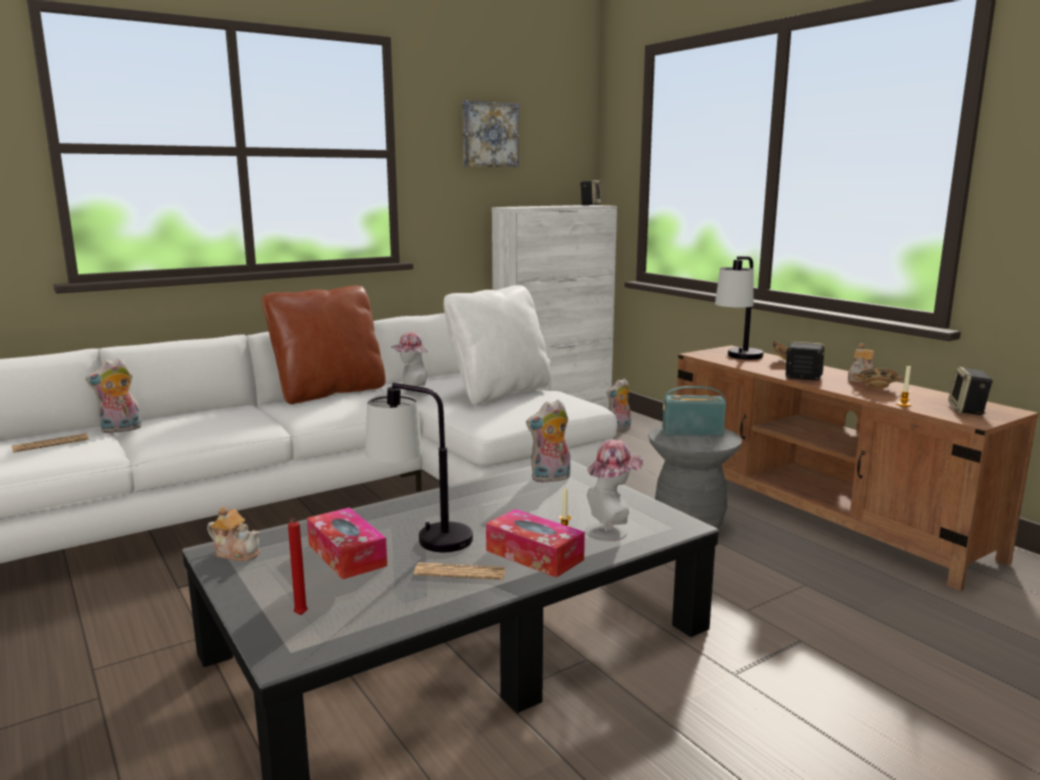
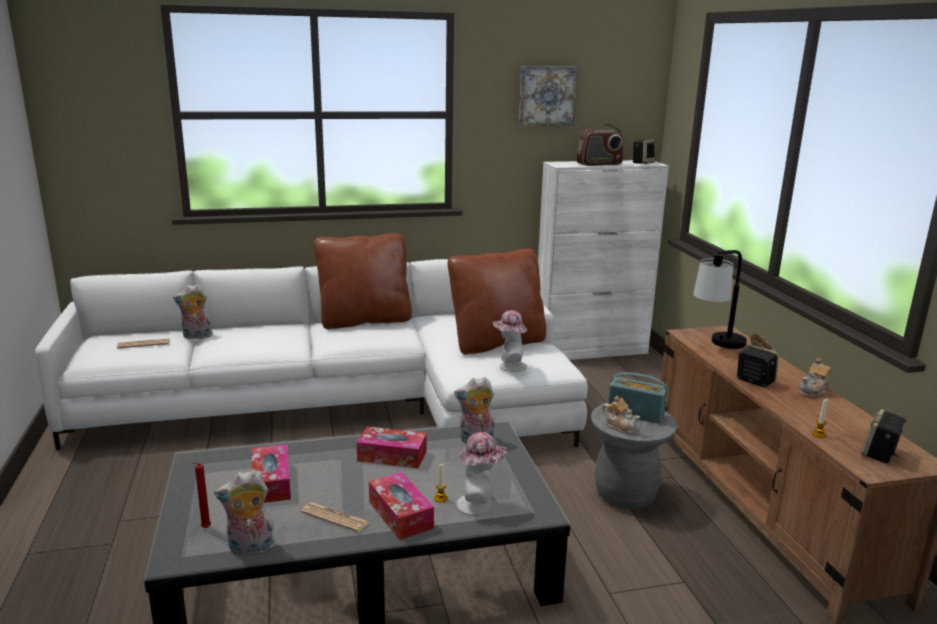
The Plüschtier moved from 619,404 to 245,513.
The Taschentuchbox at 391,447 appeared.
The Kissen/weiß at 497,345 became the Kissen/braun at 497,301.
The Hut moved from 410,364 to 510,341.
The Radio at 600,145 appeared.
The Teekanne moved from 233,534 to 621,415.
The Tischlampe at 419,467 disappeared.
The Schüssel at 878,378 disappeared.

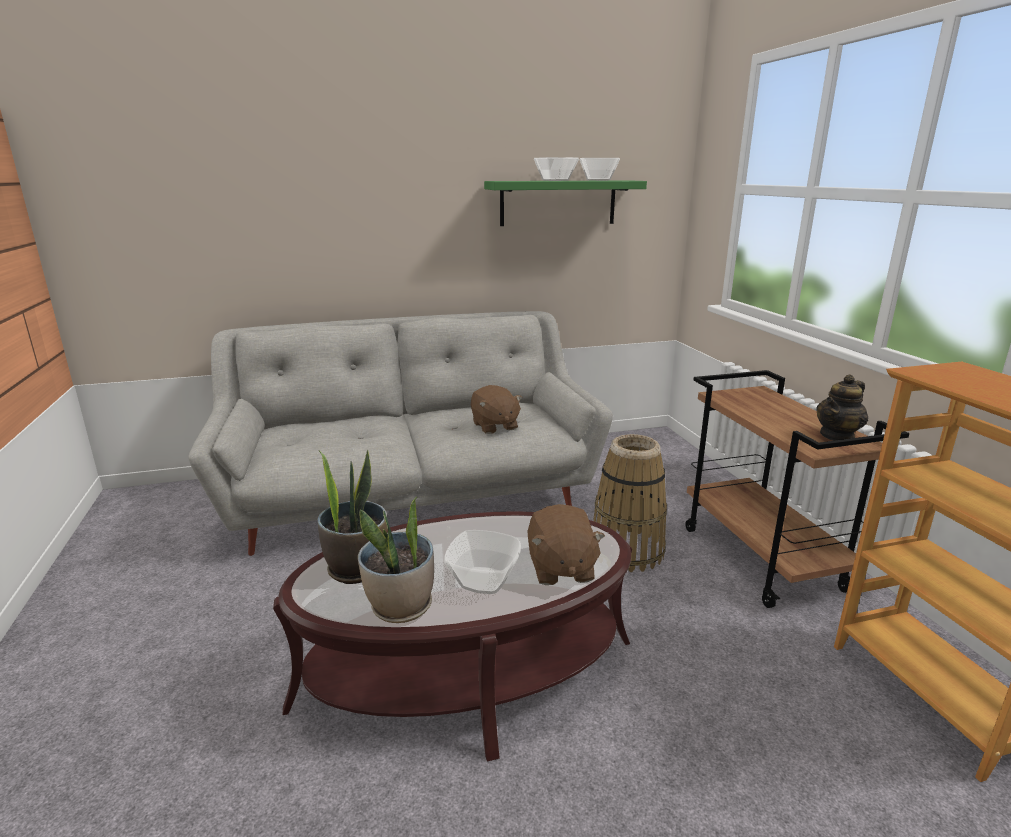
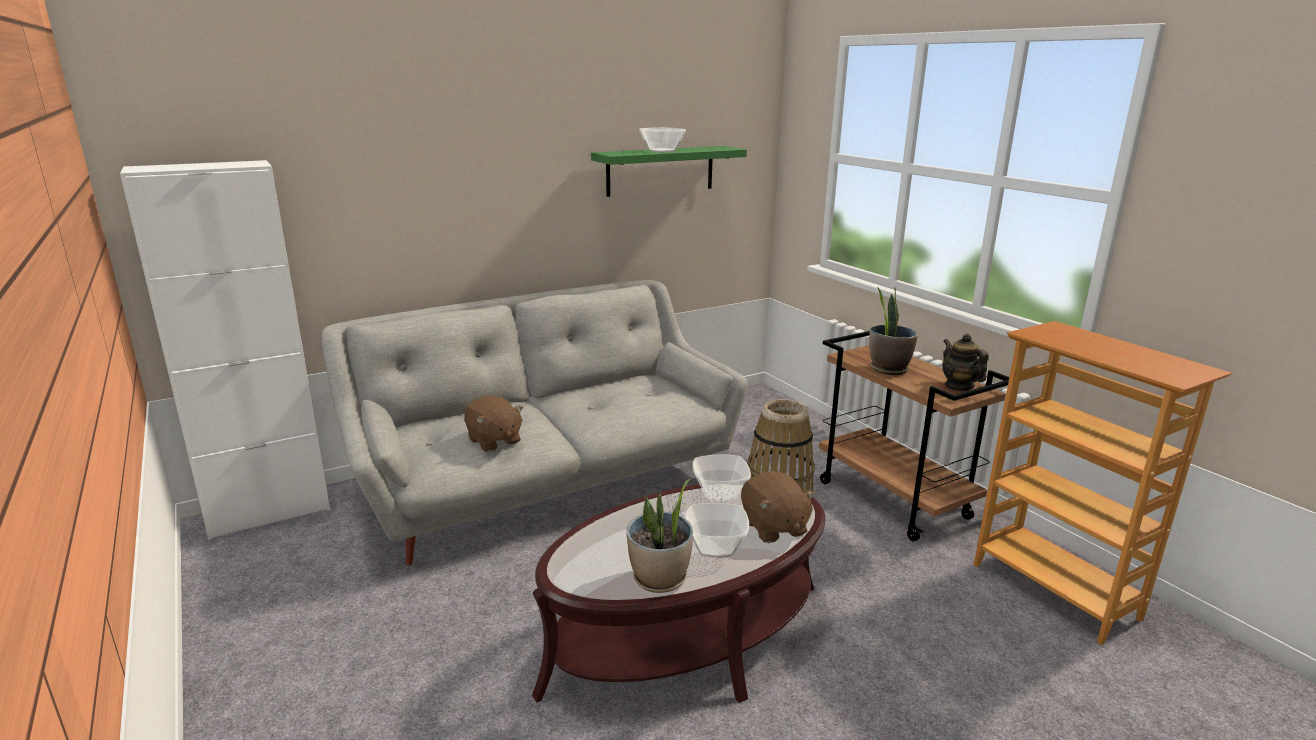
The Schrank/weiß at 225,350 appeared.
The Plüschtier/braun moved from 497,409 to 494,424.
The Schüssel moved from 600,169 to 722,477.
The Topfpflanze moved from 352,517 to 893,331.
The Teekanne at 842,407 turned 120 degrees clockwise.

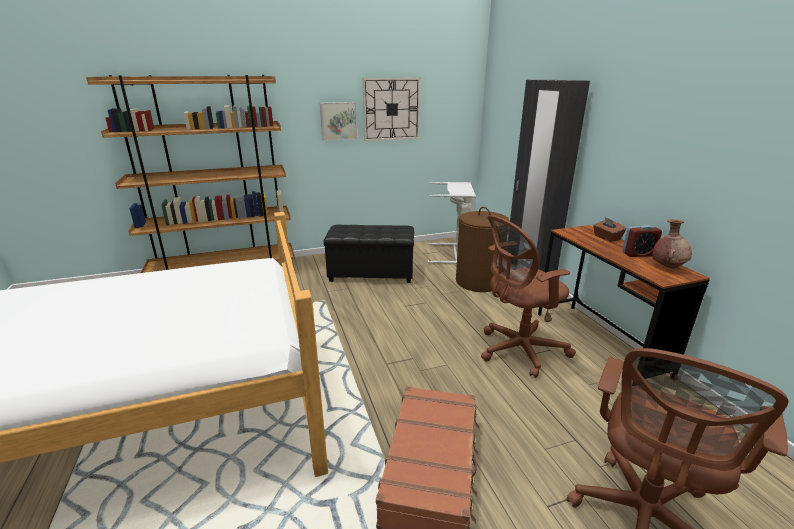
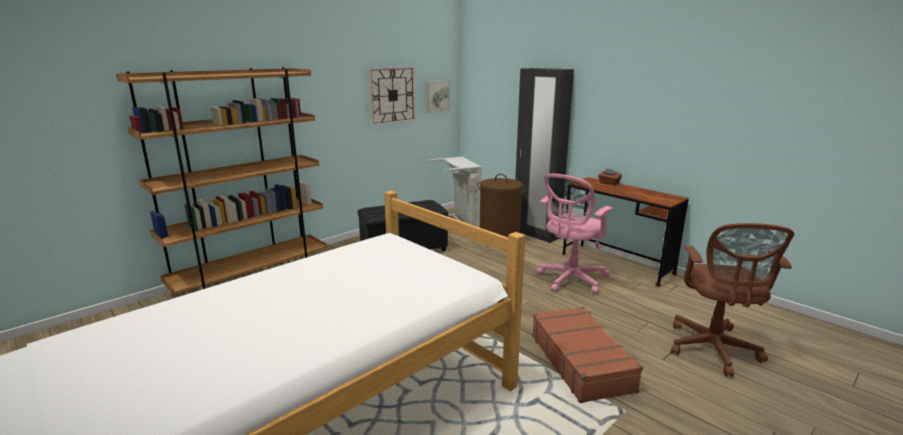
The Bild moved from 338,121 to 437,97.
The Bürostuhl/braun at 528,296 became the Bürostuhl/rosa at 574,234.
The Wecker at 642,241 disappeared.
The Vase/braun at 672,243 disappeared.

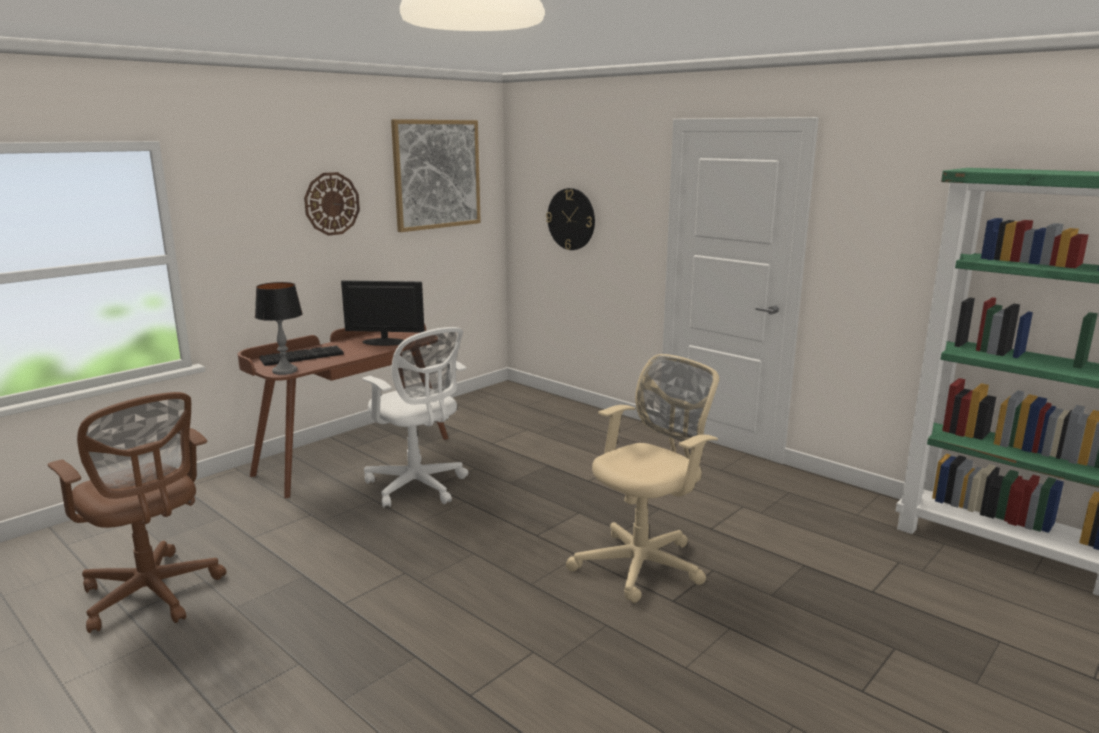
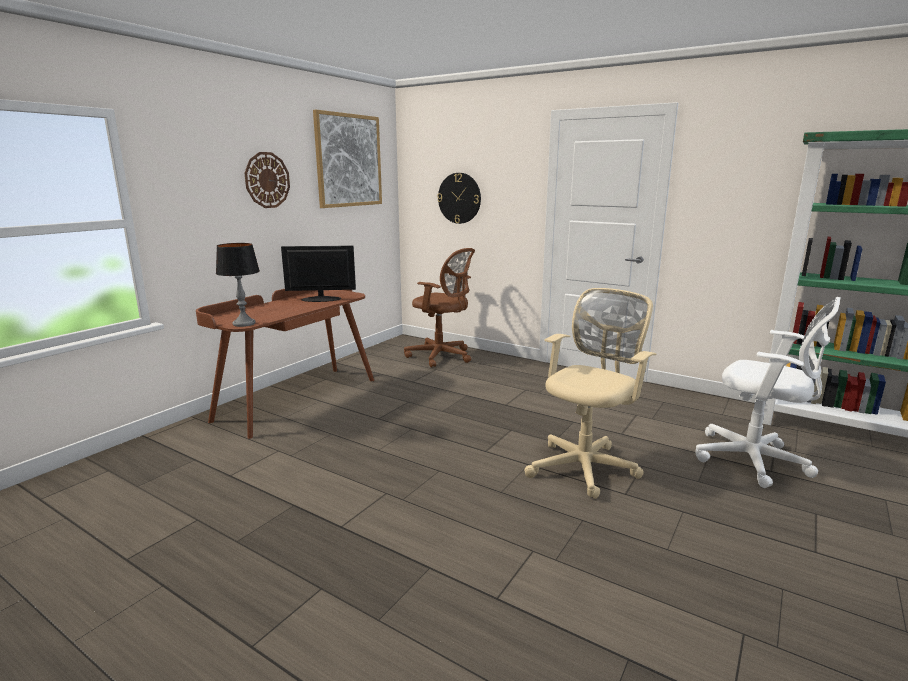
The Bürostuhl/braun moved from 137,512 to 439,308.
The Bürostuhl/weiß moved from 415,417 to 768,392.
The Tastatur at 301,356 disappeared.

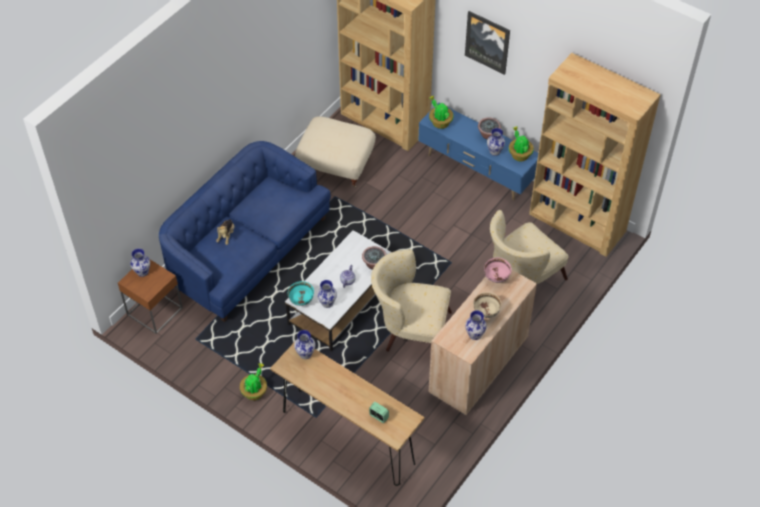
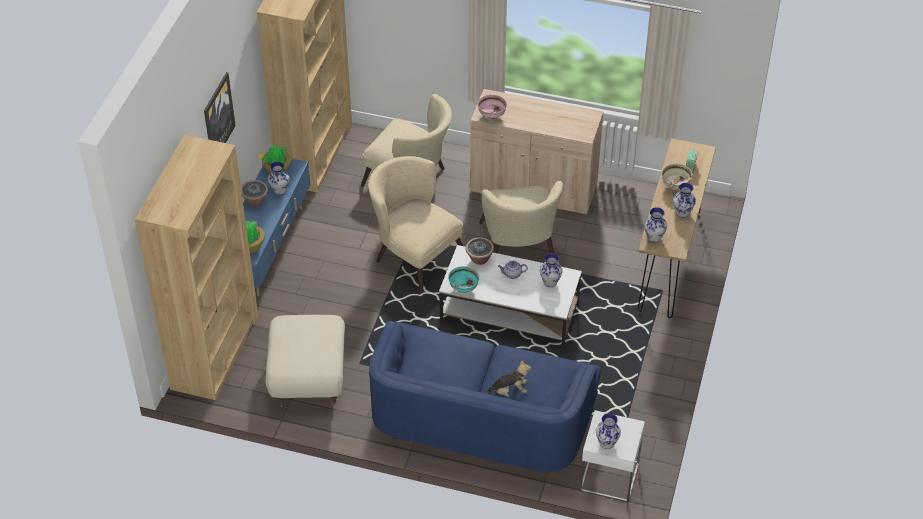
The Sessel/beige at 415,224 appeared.
The Schüssel/türkis moved from 301,293 to 463,280.
The Beistelltisch/braun at 150,297 became the Beistelltisch/weiß at 612,456.
The Schüssel/beige moved from 487,305 to 677,177.
The Vase moved from 476,325 to 684,200.
The Topfpflanze at 253,381 disappeared.

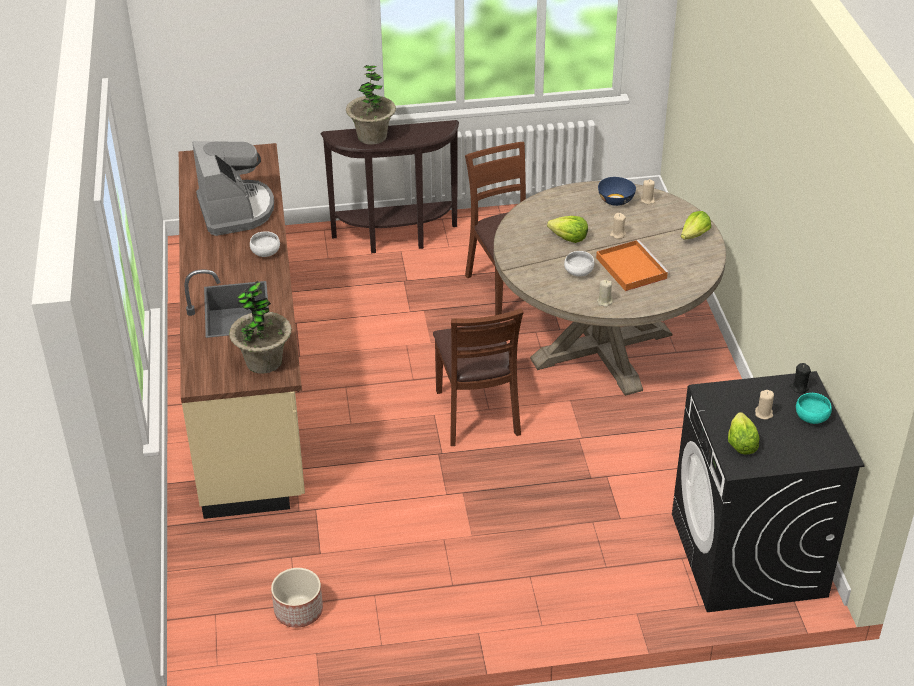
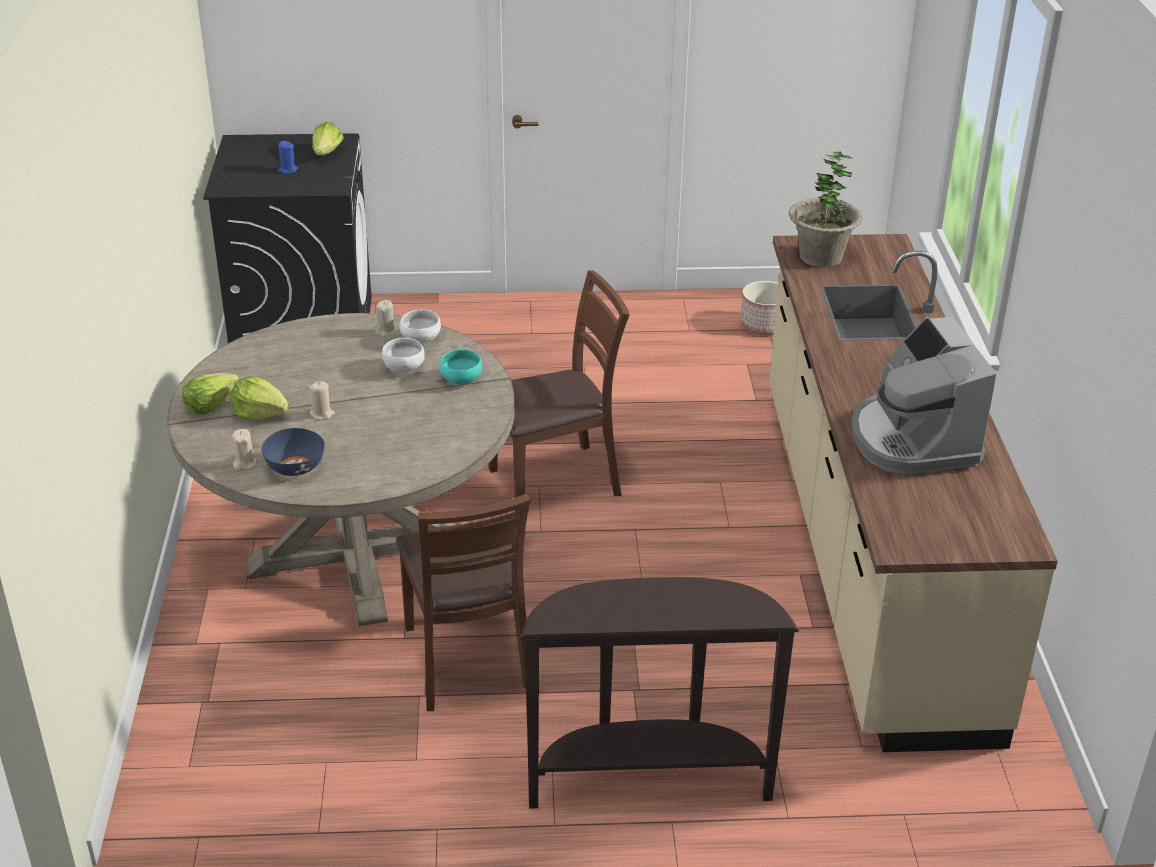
The Salatkopf moved from 567,229 to 259,398.
The Kerze/beige at 764,404 became the Kerze/blau at 288,157.
The Schüssel/weiß moved from 265,244 to 420,326.
The Schüssel/türkis moved from 814,408 to 460,366.
The Stuhl/braun at 478,377 turned 75 degrees clockwise.
The Topfpflanze at 371,105 disappeared.
The Tablett/orange at 632,265 disappeared.
The Kerze/schwarz at 800,378 disappeared.

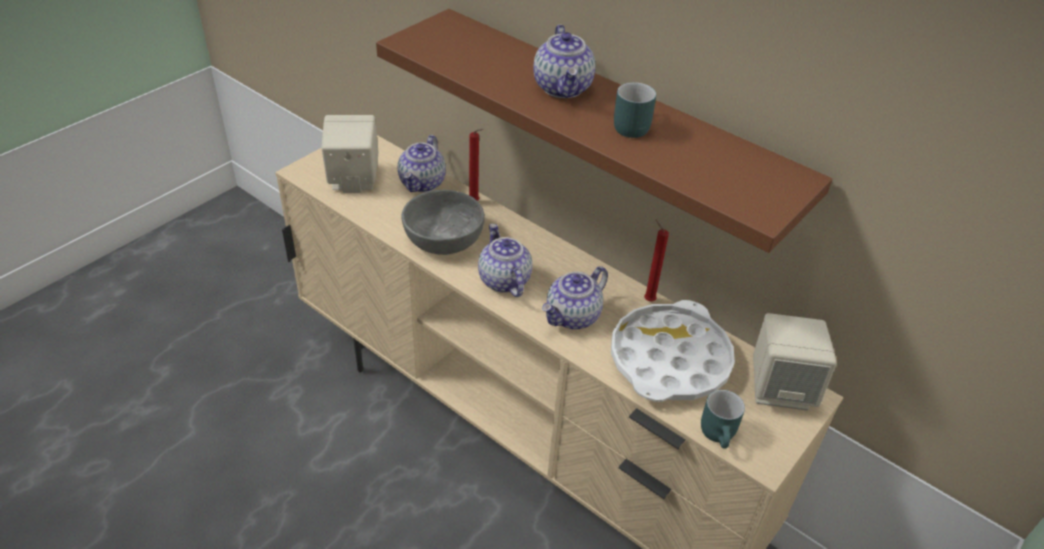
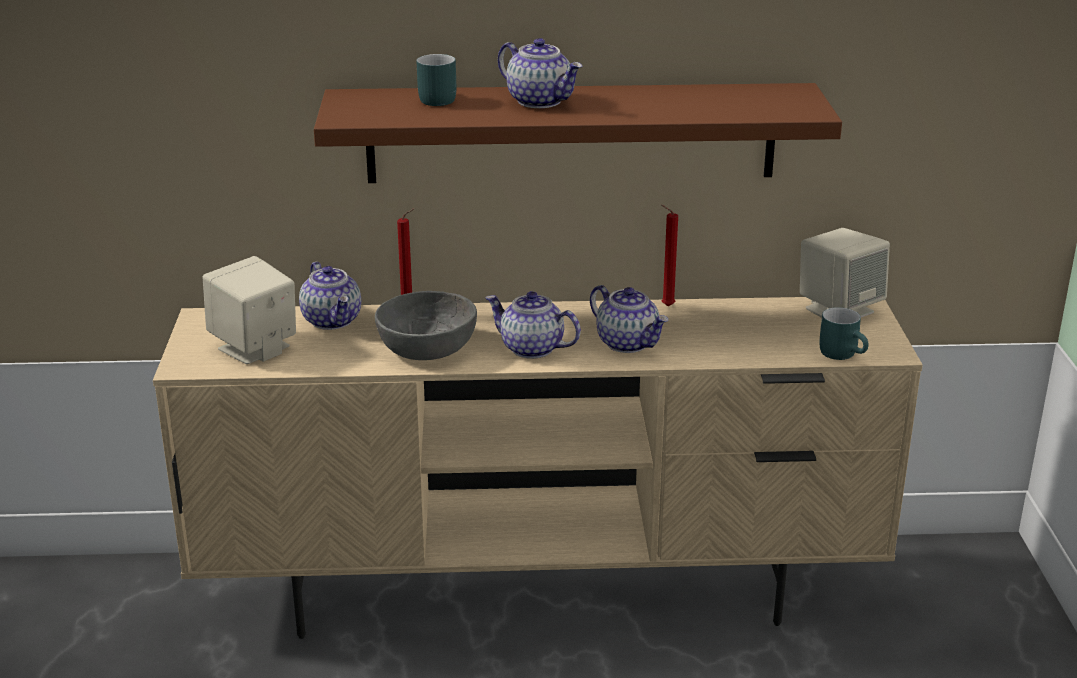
The Henkelbecher/türkis moved from 635,110 to 436,80.
The Teekanne at 575,297 turned 45 degrees counterclockwise.
The Tablett/weiß at 673,351 disappeared.

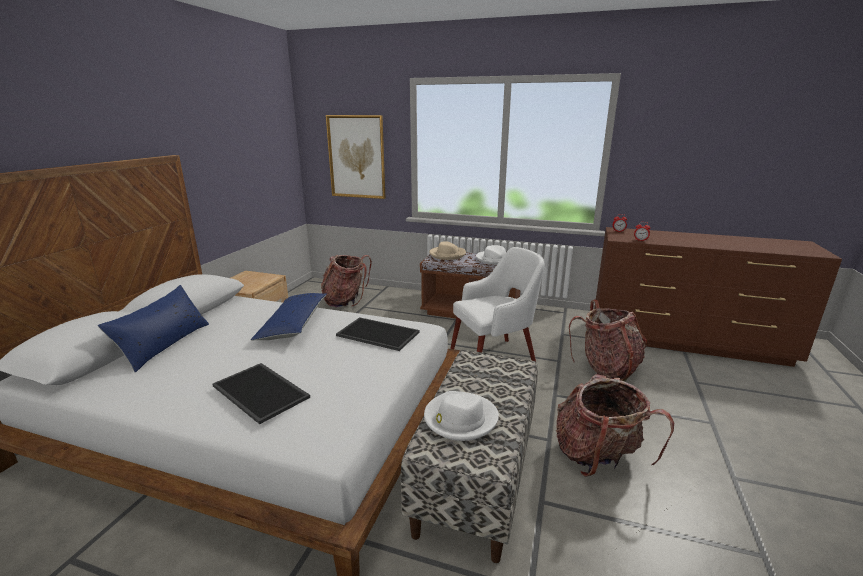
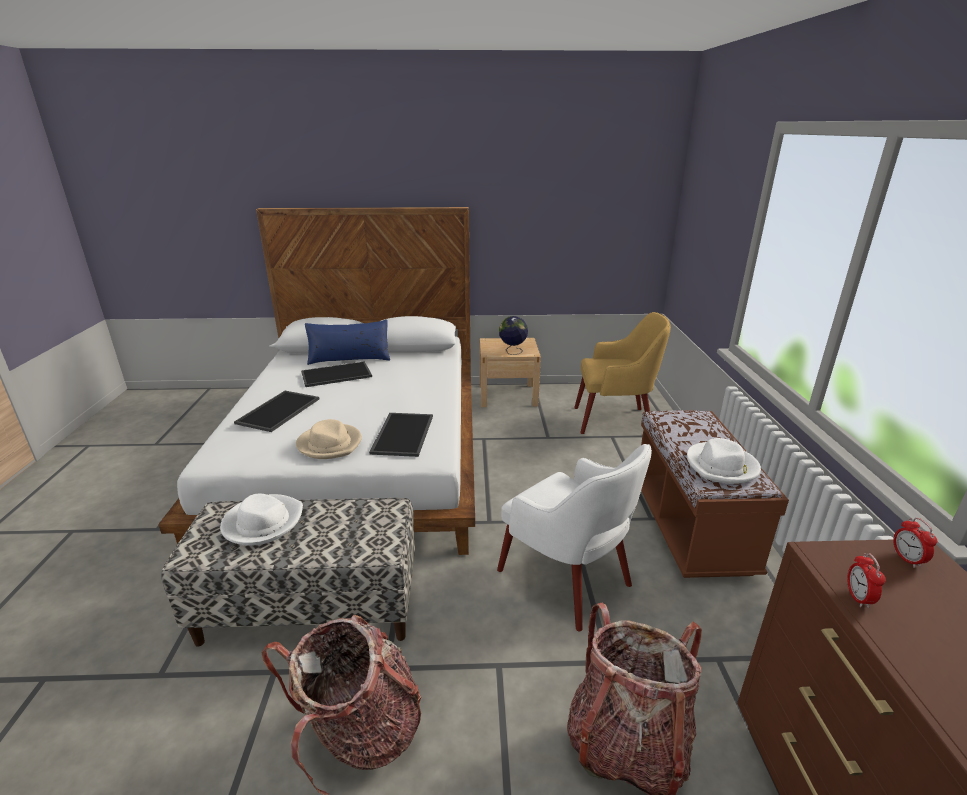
The Hut/beige moved from 447,250 to 329,439.
The Tablett at 336,374 appeared.
The Globus at 513,335 appeared.
The Rucksack at 346,281 was replaced by the Sessel/gelb at 622,373.
The Kissen/blau at 289,316 disappeared.
The Bild at 355,157 disappeared.

